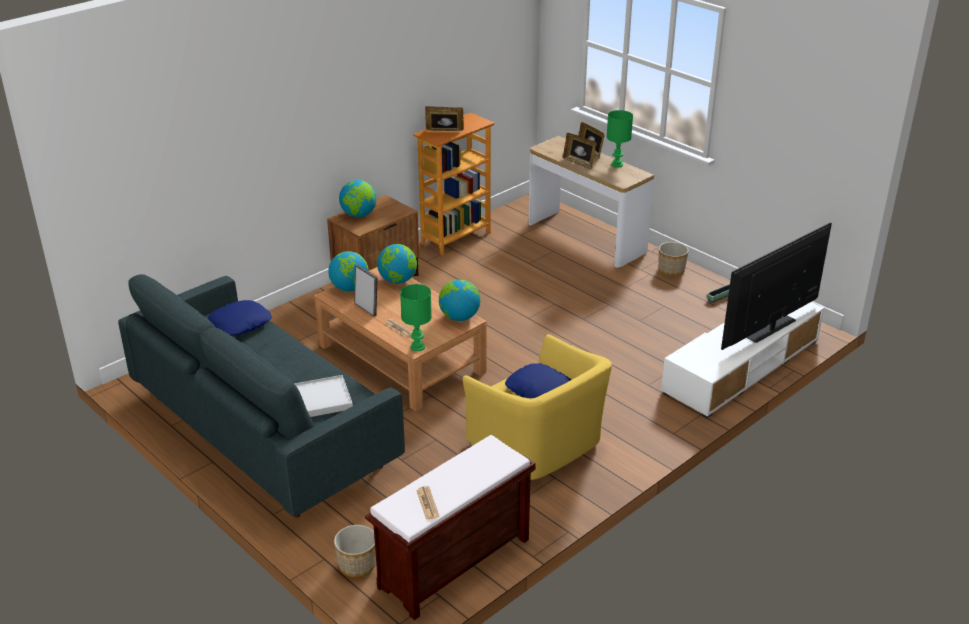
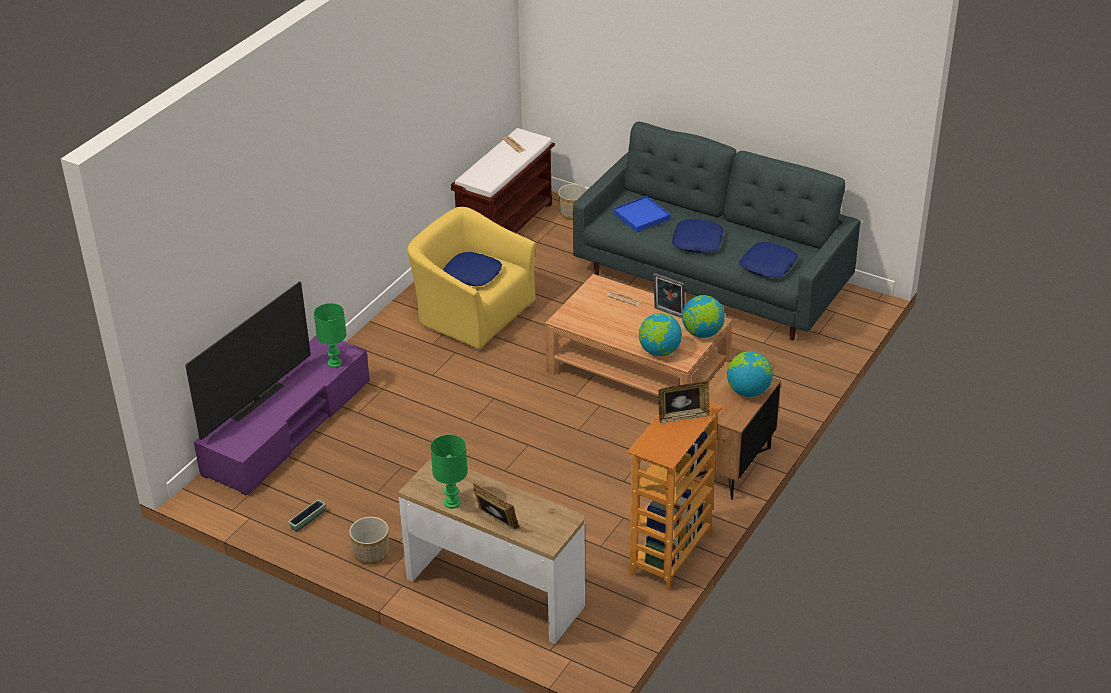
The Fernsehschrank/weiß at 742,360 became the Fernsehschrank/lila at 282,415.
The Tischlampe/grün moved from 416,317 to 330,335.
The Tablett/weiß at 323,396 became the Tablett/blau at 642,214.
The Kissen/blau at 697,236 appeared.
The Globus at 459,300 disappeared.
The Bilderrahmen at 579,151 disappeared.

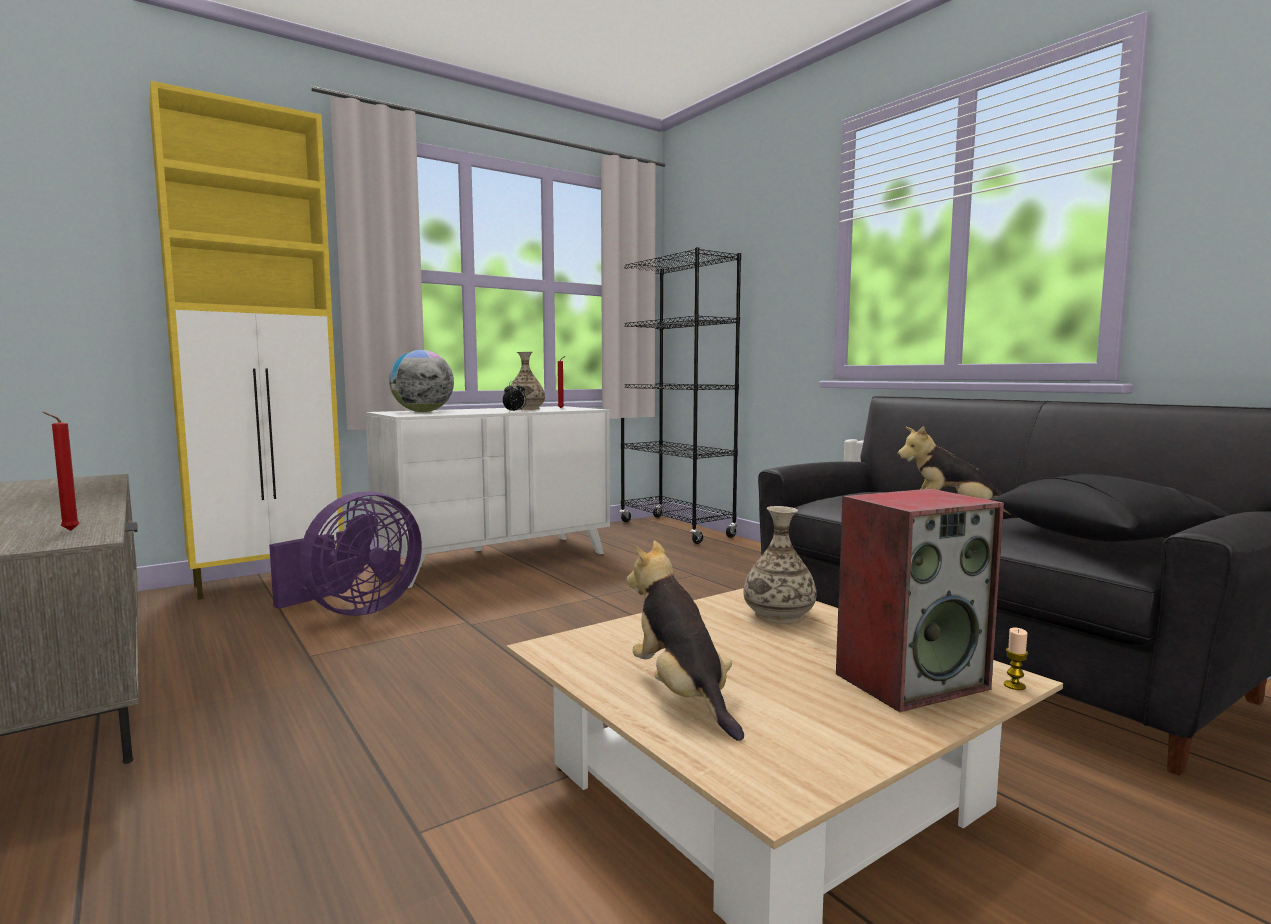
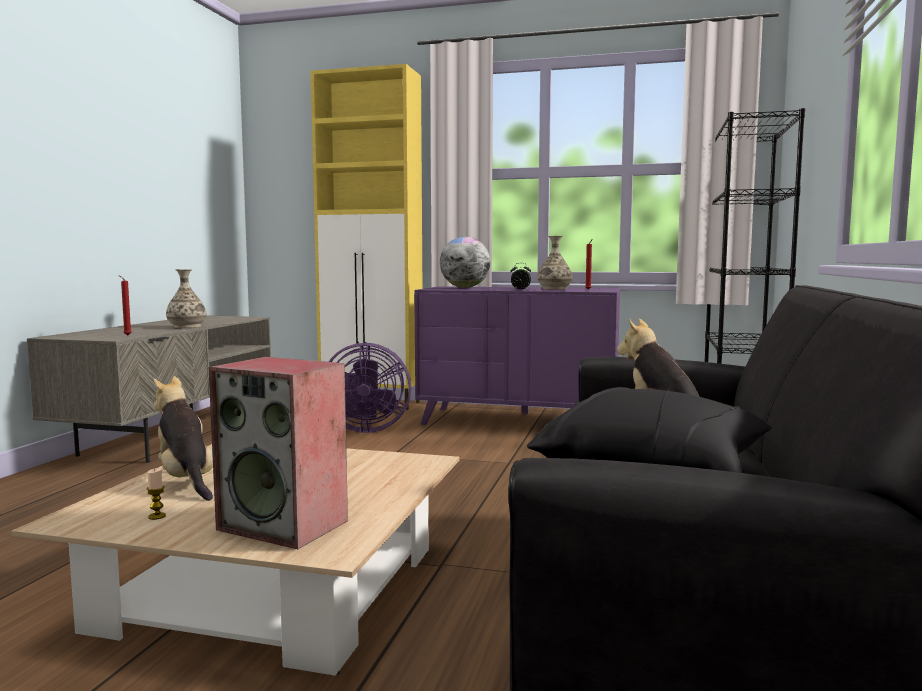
The Kerze moved from 1016,659 to 156,494.
The Plüschtier at 685,640 turned 60 degrees counterclockwise.
The Vase moved from 780,565 to 186,298.
The Kommode/weiß at 488,497 became the Kommode/lila at 517,355.

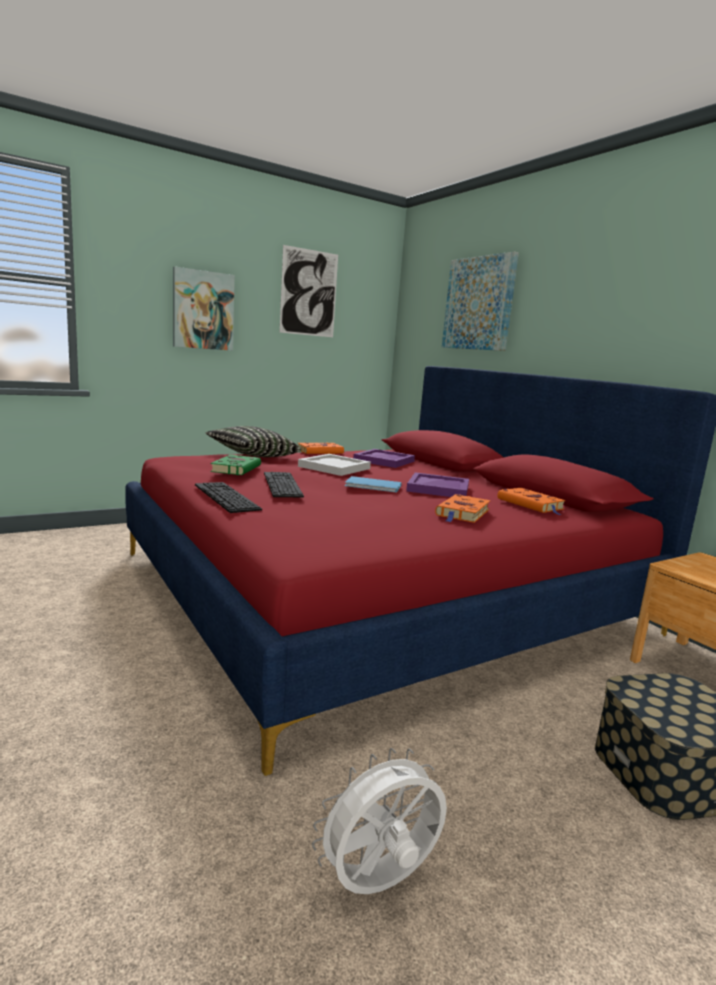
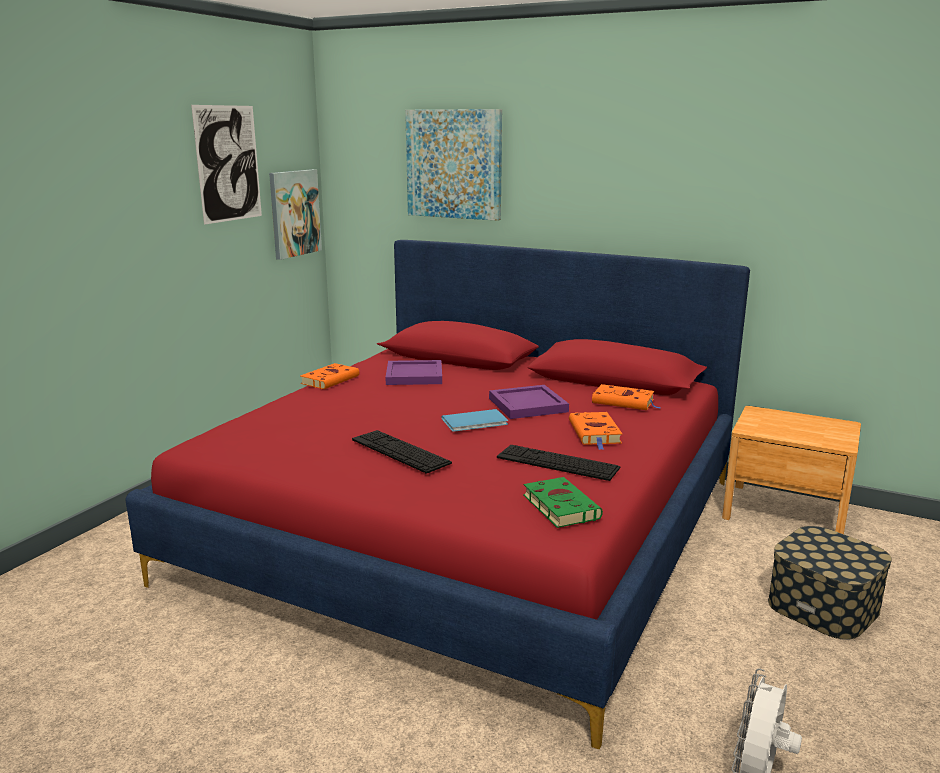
The Bild moved from 204,308 to 295,214.
The Tastatur moved from 228,497 to 559,463.
The Buch/grün moved from 235,465 to 563,502.
The Kissen at 253,441 disappeared.
The Tablett/weiß at 334,465 disappeared.

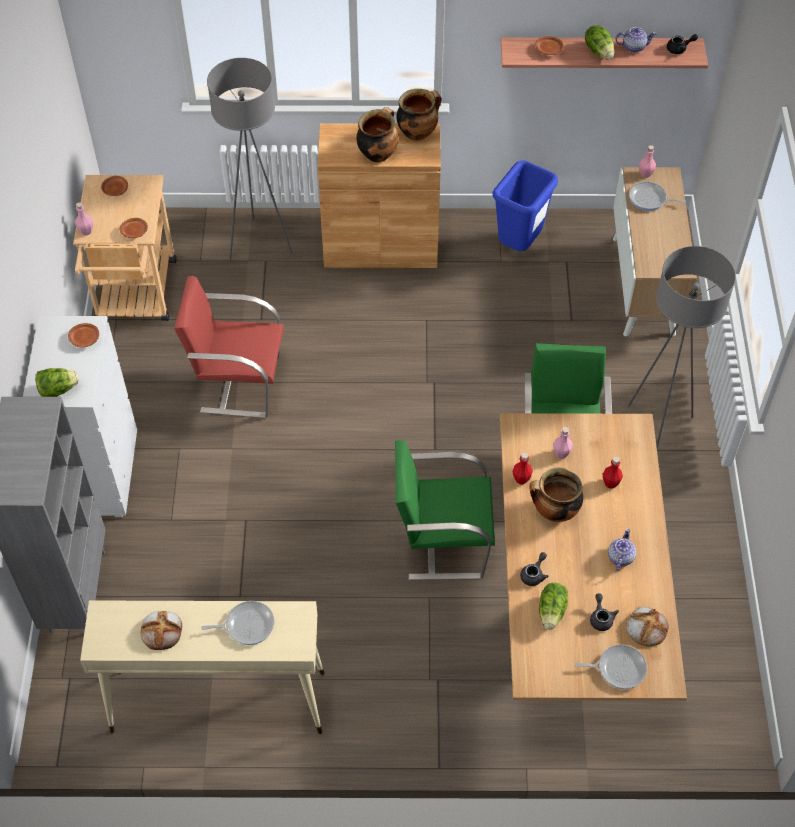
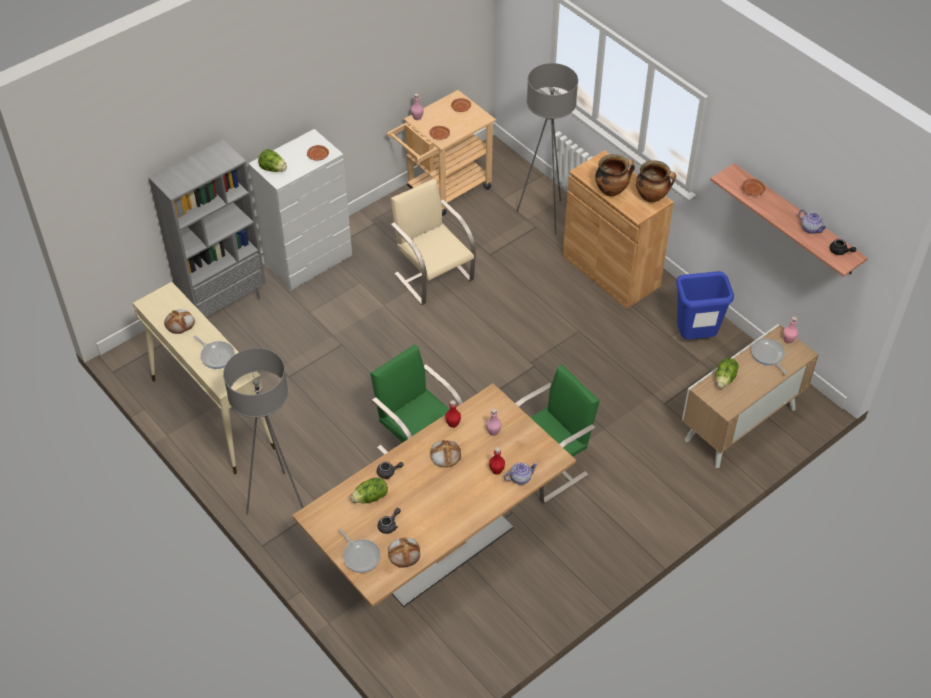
The Stehlampe/grau moved from 682,347 to 263,431.
The Stuhl/rot at 229,347 became the Stuhl/beige at 433,242.
The Kochtopf at 556,495 was replaced by the Brot at 446,453.
The Teekanne moved from 622,549 to 521,473.
The Salatkopf moved from 600,42 to 727,373.

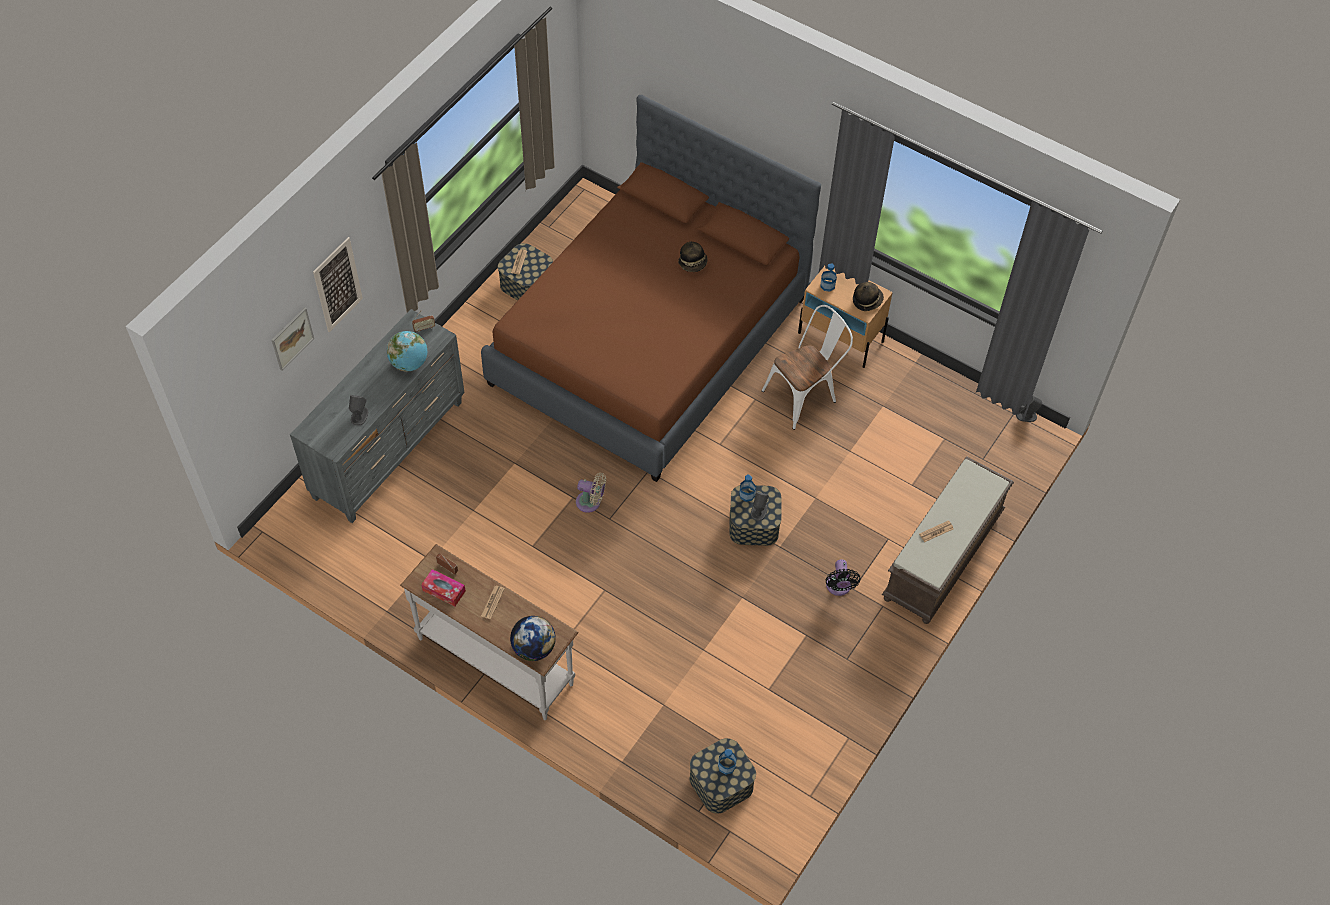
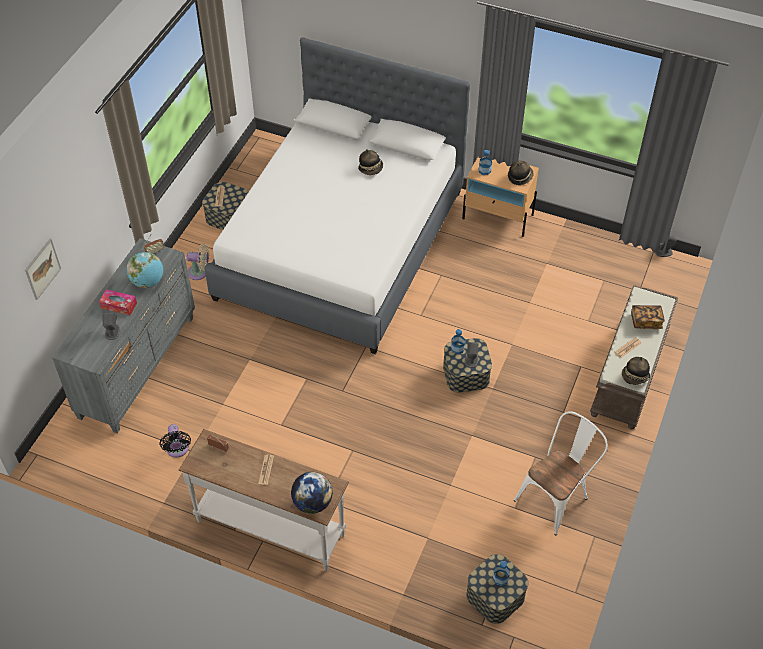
The Taschentuchbox moved from 443,587 to 118,302.
The Ventilator/schwarz moved from 843,577 to 175,441.
The Ventilator/beige moved from 591,493 to 197,262.
The Bett/braun at 651,288 became the Bett/weiß at 337,195.
The Stuhl/weiß moved from 807,367 to 561,473.
The Hut at 636,371 appeared.
The Buch at 648,317 appeared.
The Bild at 338,284 disappeared.

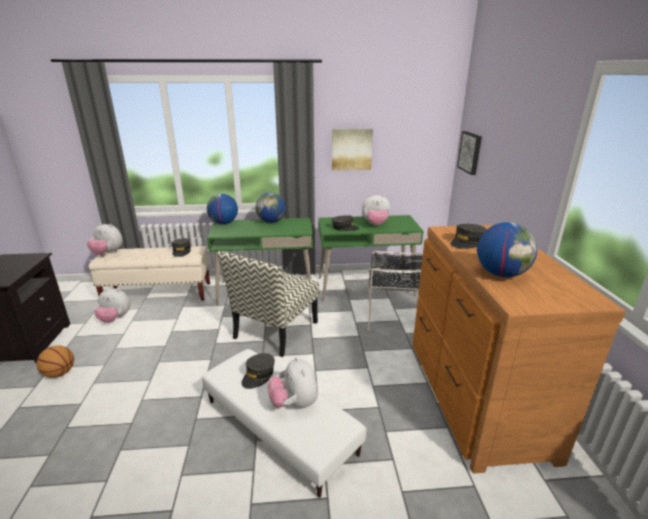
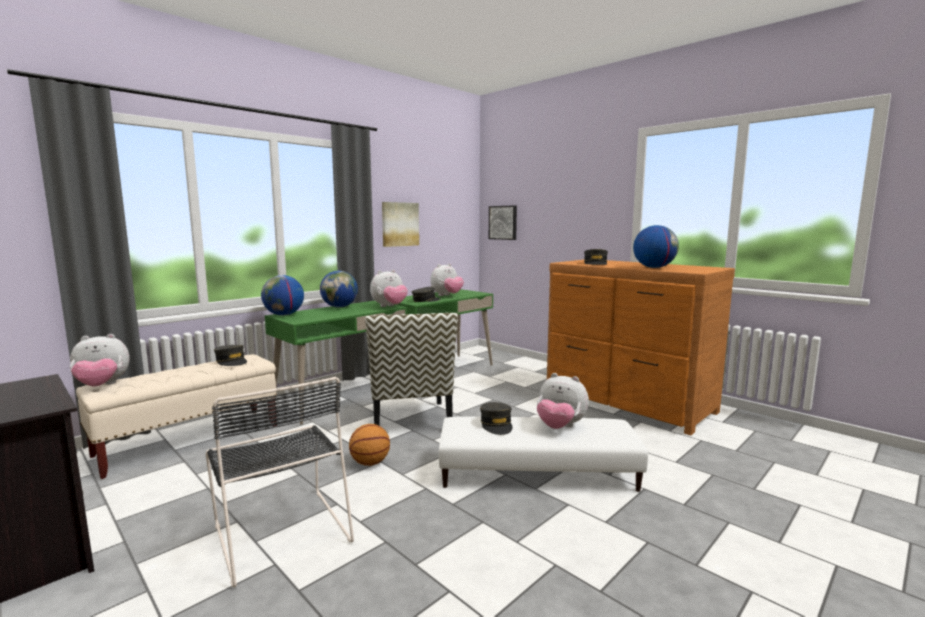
The Stuhl/schwarz moved from 395,291 to 280,482.
The Basketball moved from 55,361 to 369,445.
The Plüschtier moved from 112,306 to 389,288.

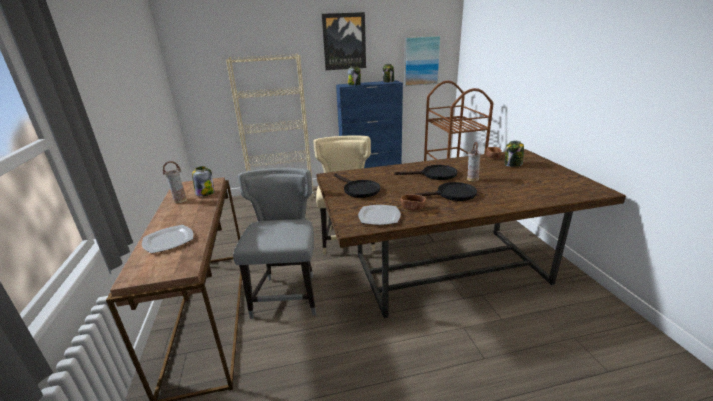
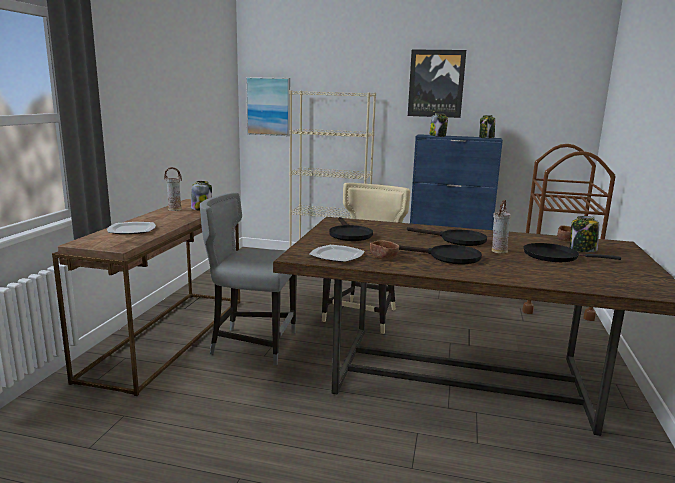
The Stuhl/grau at 274,243 turned 105 degrees counterclockwise.
The Bild moved from 422,60 to 268,106.
The Pfanne/schwarz at 572,252 appeared.

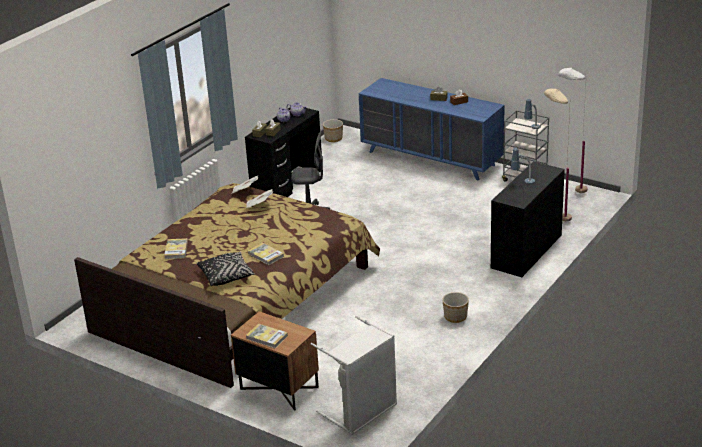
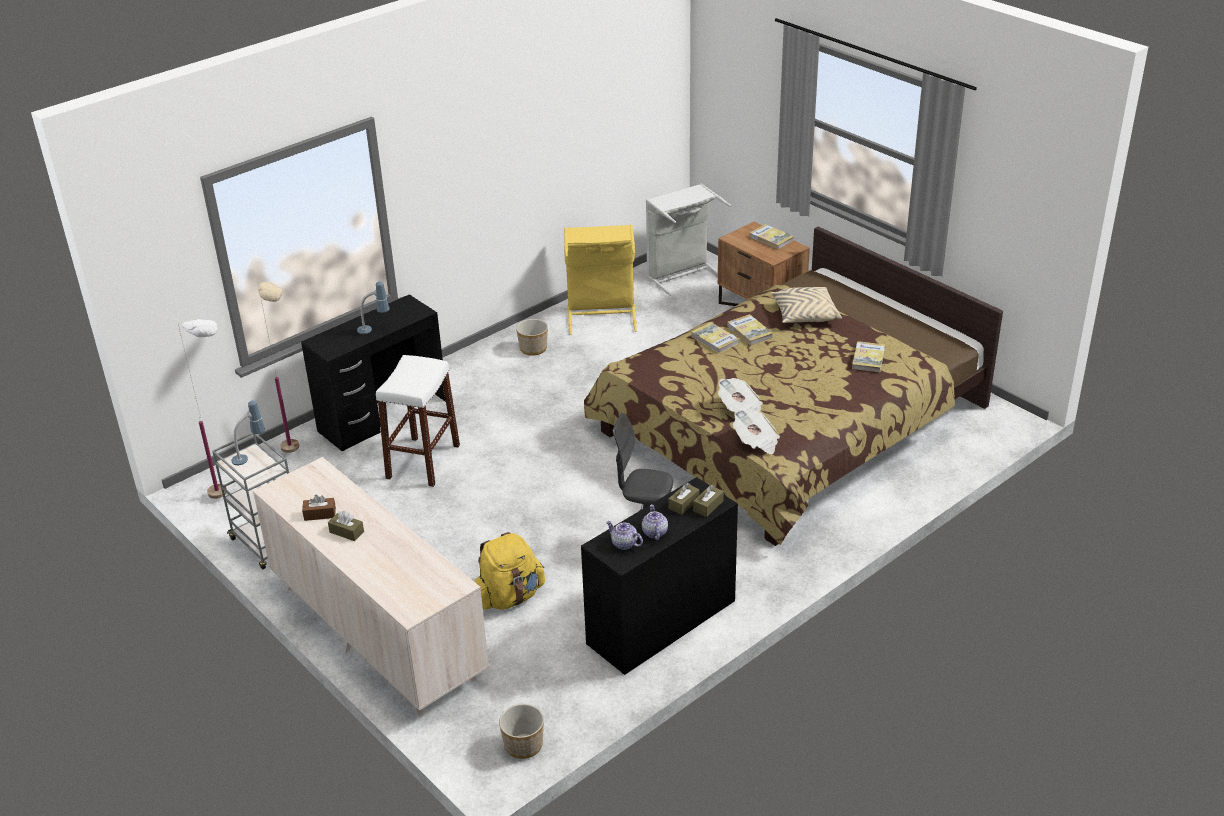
The Kommode/blau at 432,129 became the Kommode/beige at 371,586.
The Hocker/weiß at 418,421 appeared.
The Rucksack/gelb at 510,571 appeared.
The Wäschekorb/gelb at 600,279 appeared.
The Buch at 715,338 appeared.
The Kissen/schwarz at 226,269 became the Kissen/beige at 806,305.

